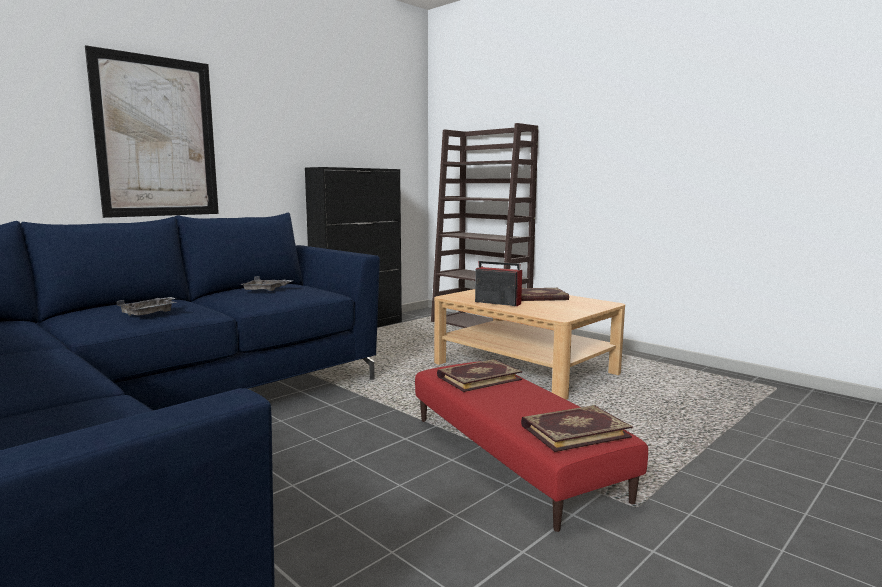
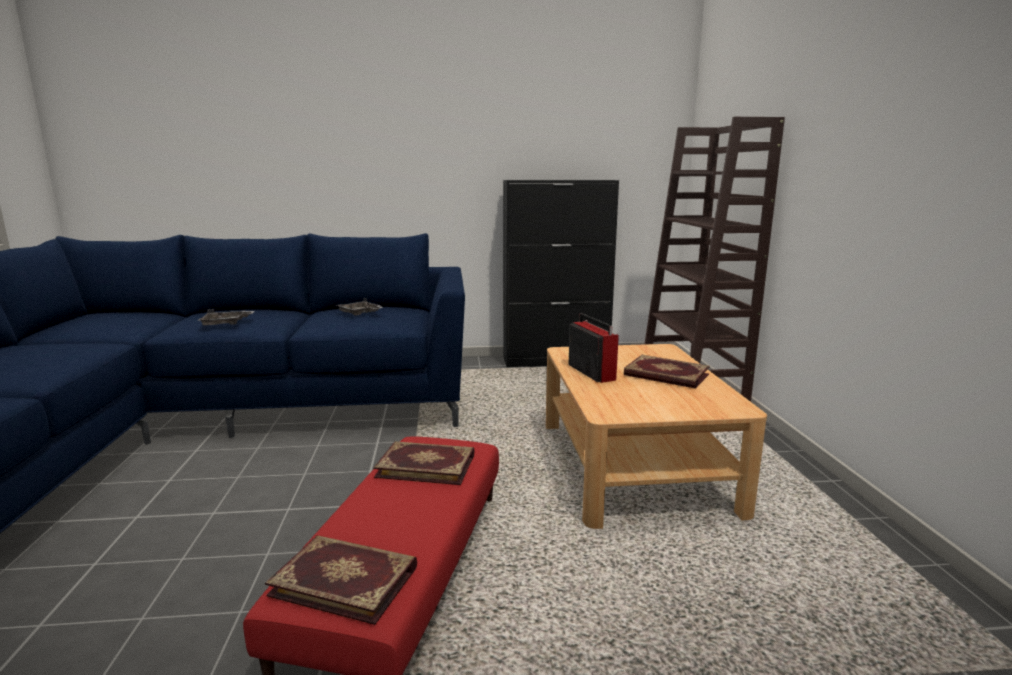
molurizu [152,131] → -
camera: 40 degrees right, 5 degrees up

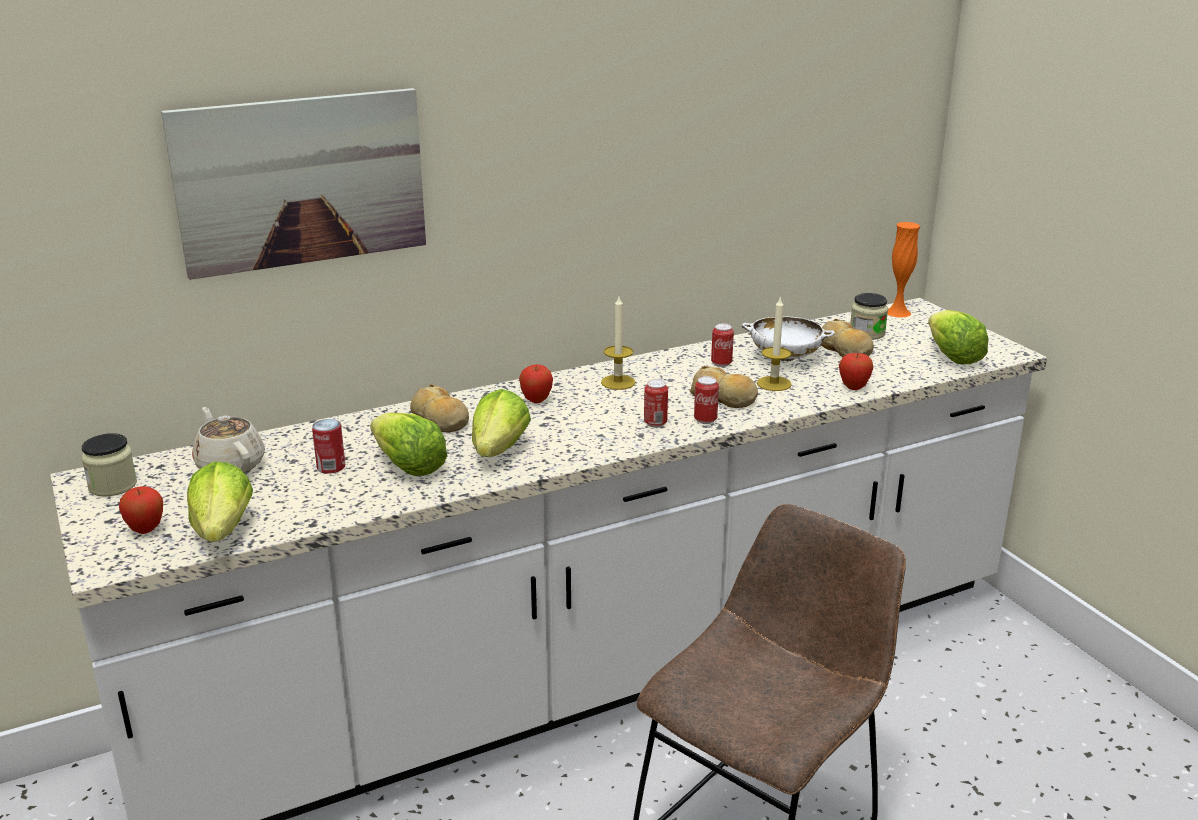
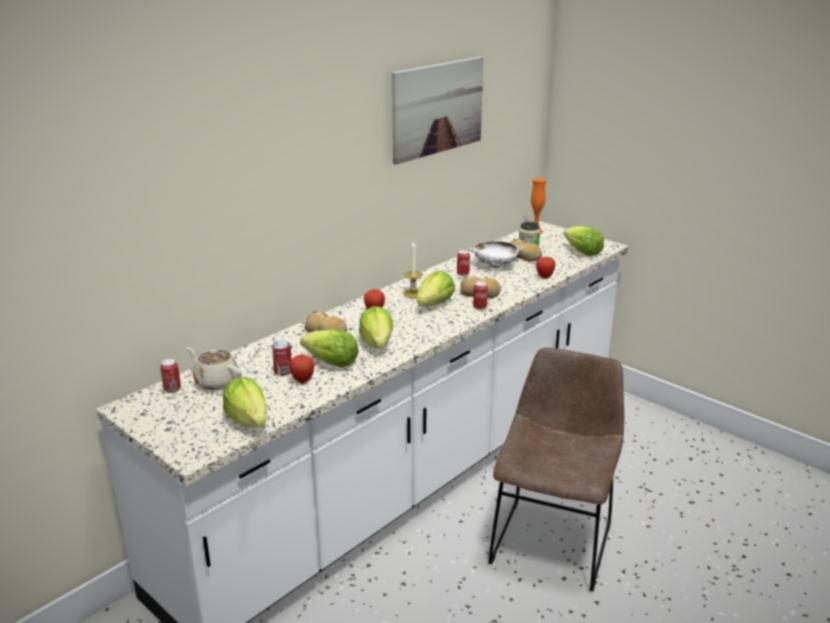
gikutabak [656,403] → gikutabak [170,376], relocated
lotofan [141,510] → lotofan [301,369], relocated
molurizu [293,184] → molurizu [438,111], relocated
- → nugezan [436,289]
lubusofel [109,465] → -
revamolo [774,343] → -
camera: 20 degrees left, 0 degrees up

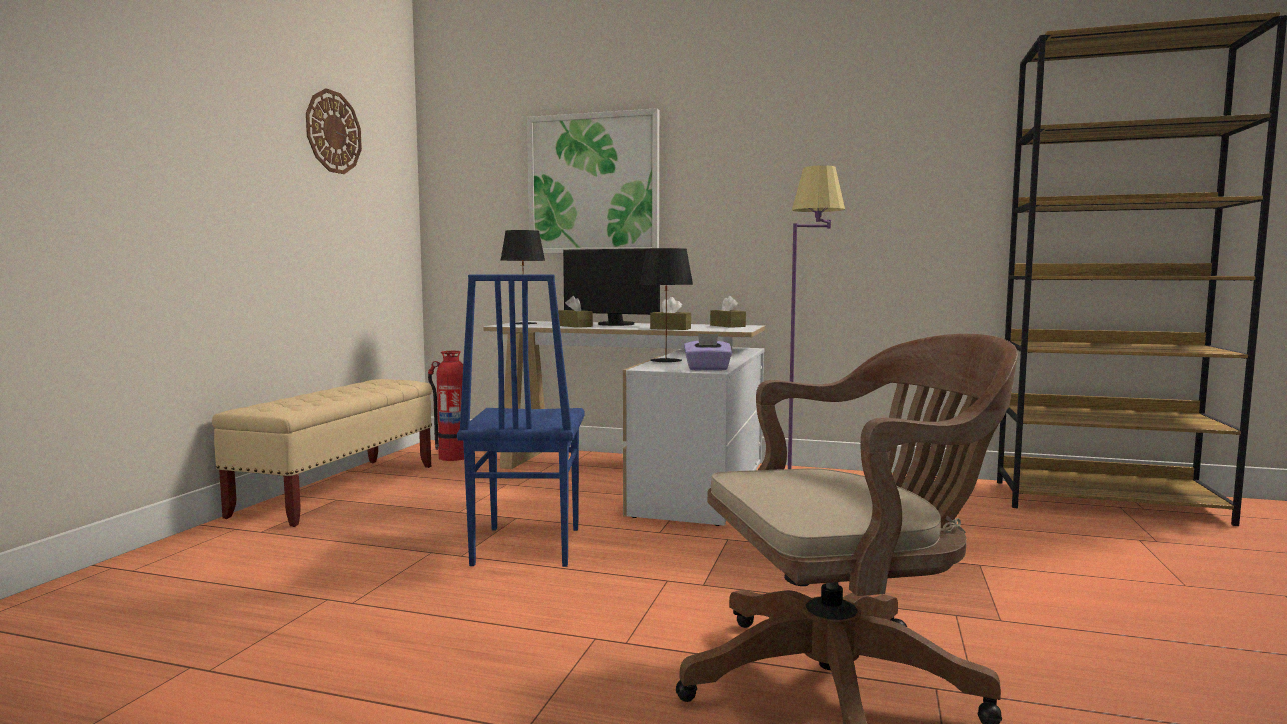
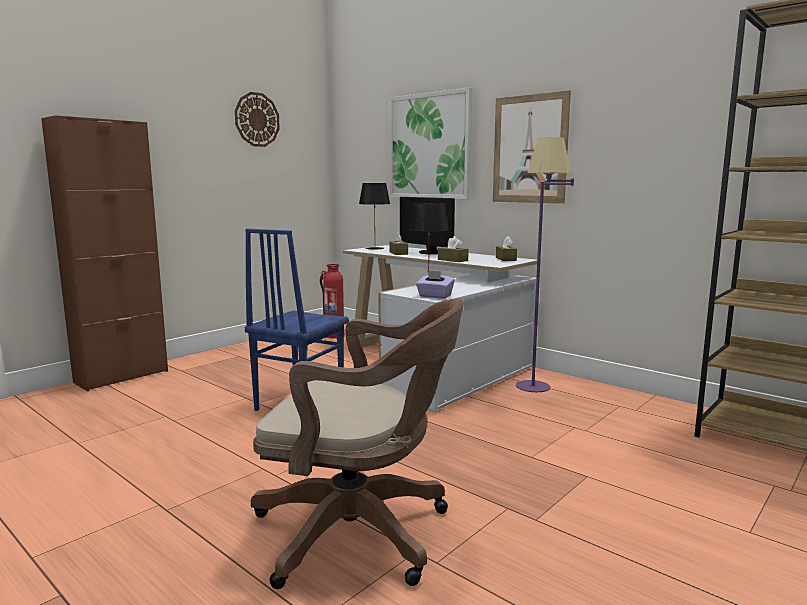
- → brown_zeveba [104,253]
- → molurizu [532,147]
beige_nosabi [322,453] → -
camera: 25 degrees right, 5 degrees up

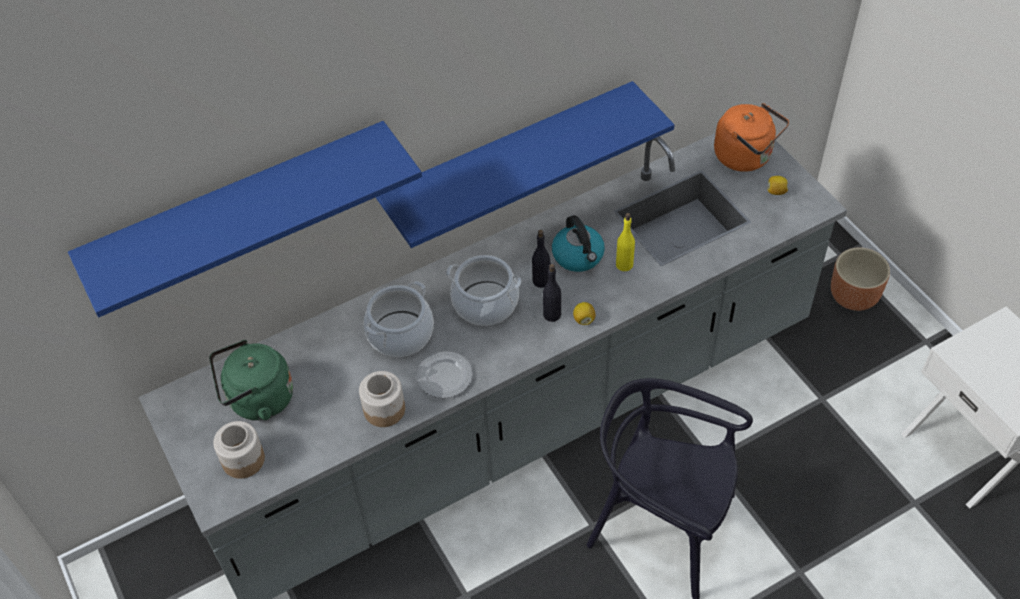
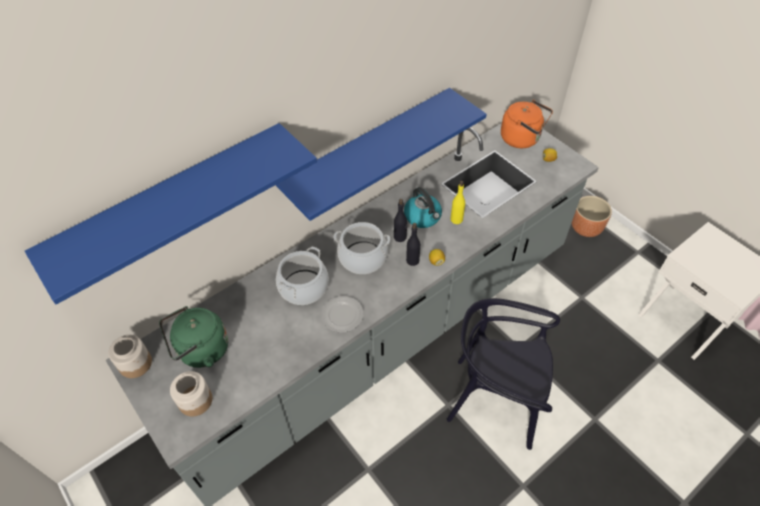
lubusofel [382,399] → lubusofel [130,356], relocated
camera: 10 degrees left, 0 degrees up

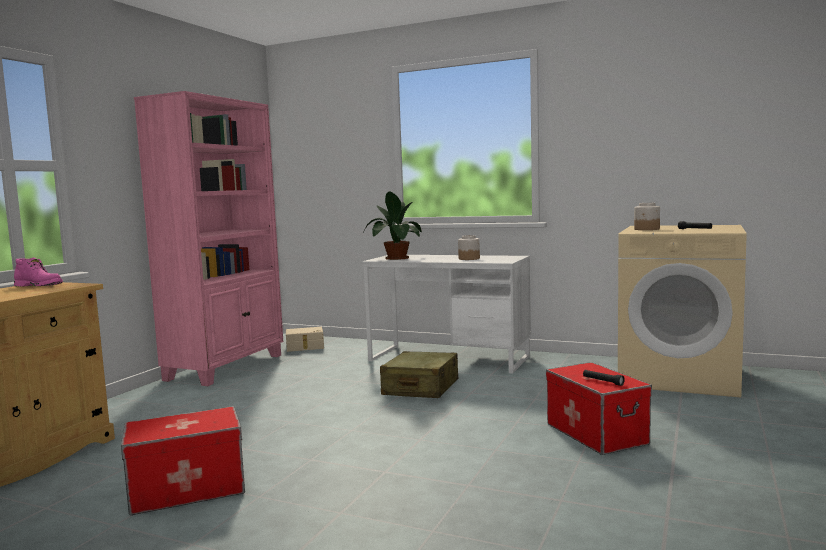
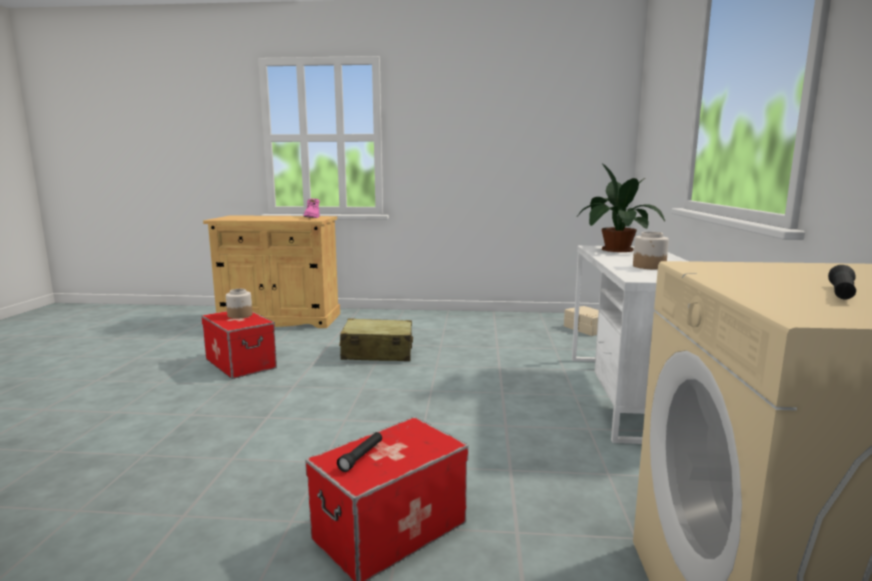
lubusofel [647,216] → lubusofel [239,304], relocated
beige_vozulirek [419,374] → beige_vozulirek [376,339], relocated
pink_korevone [208,238] → -
camera: 70 degrees right, 5 degrees up

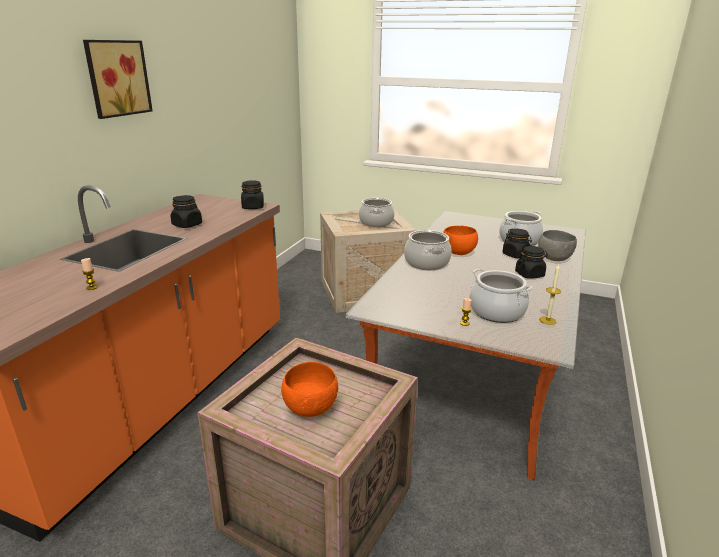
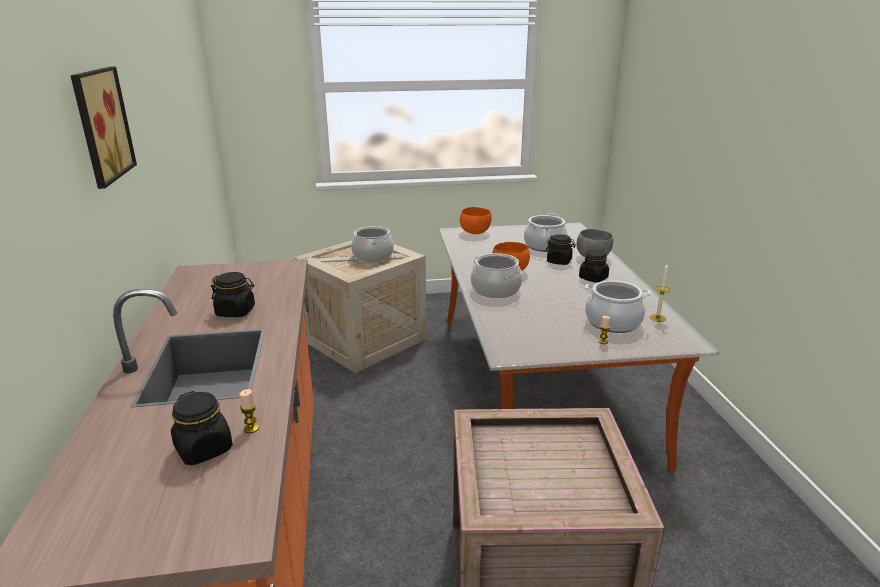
black_lubusofel [252,194] → black_lubusofel [202,428], relocated
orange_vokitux [309,389] → orange_vokitux [476,220], relocated
camera: 30 degrees left, 0 degrees up

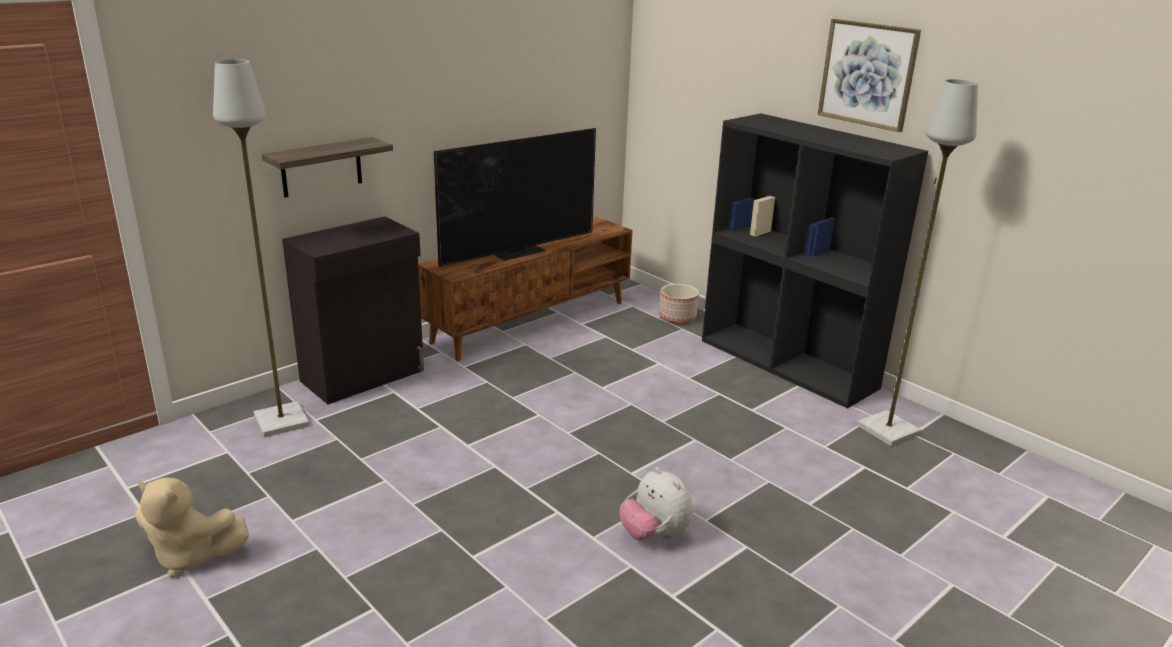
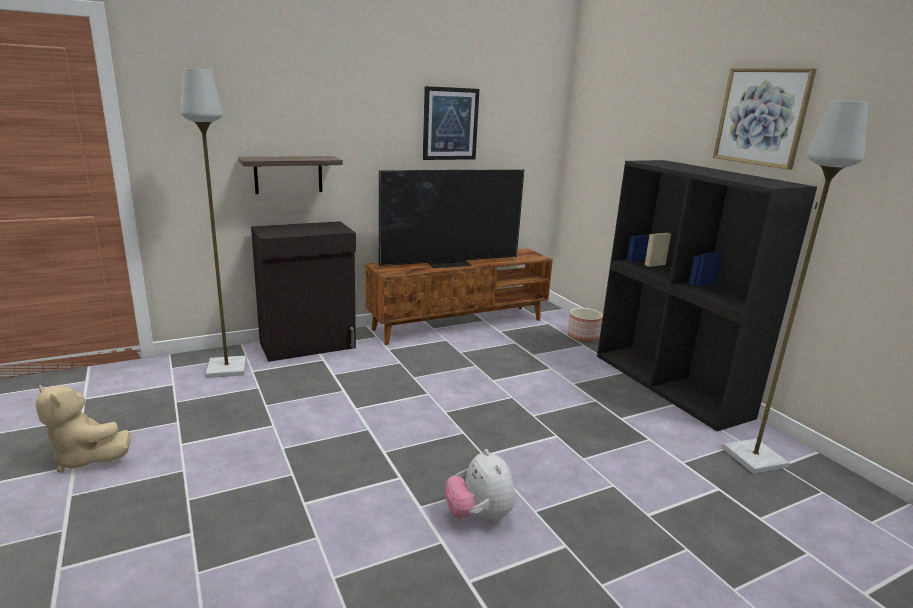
- → molurizu [451,123]
camera: 15 degrees right, 5 degrees down

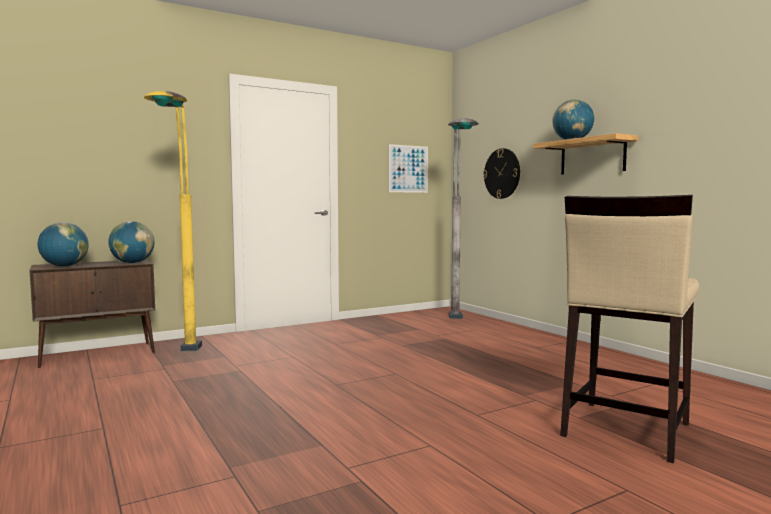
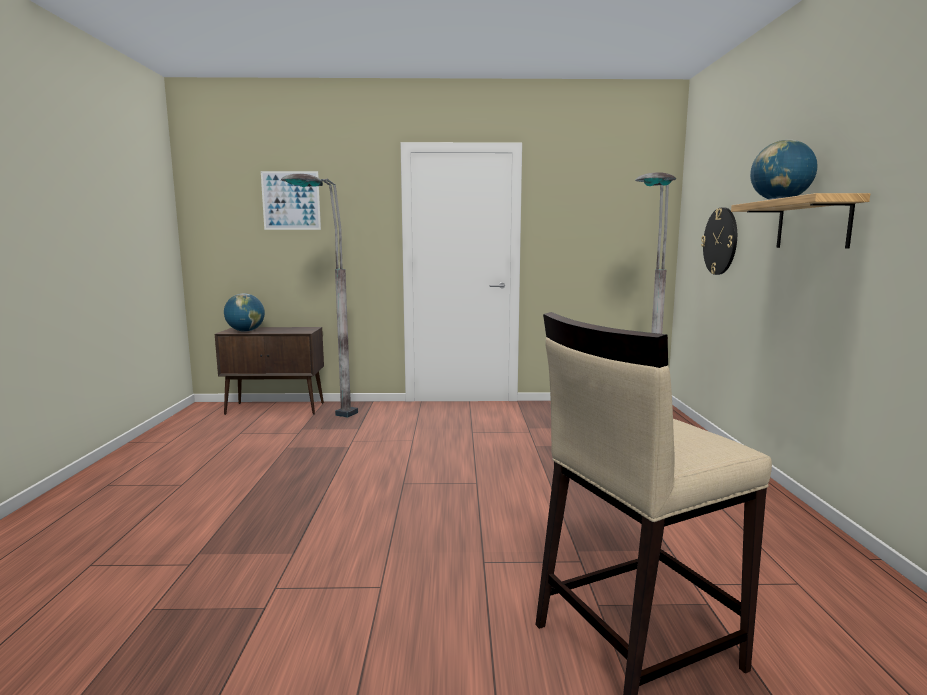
molurizu [408,168] → molurizu [291,200], relocated
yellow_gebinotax [173,221] → grey_gebinotax [319,295]
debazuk [131,242] → -
camera: 30 degrees right, 5 degrees up

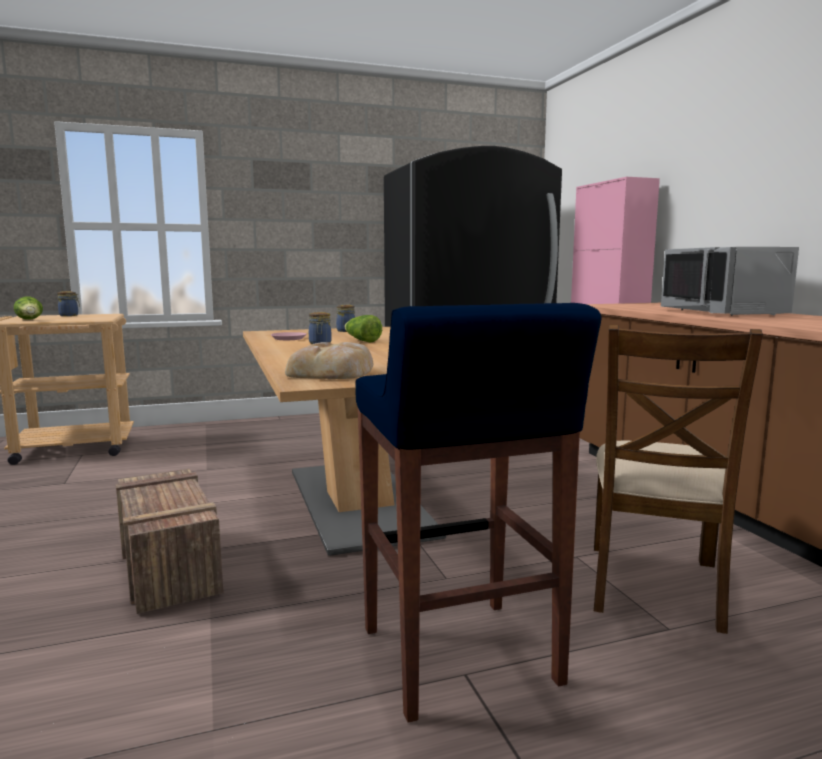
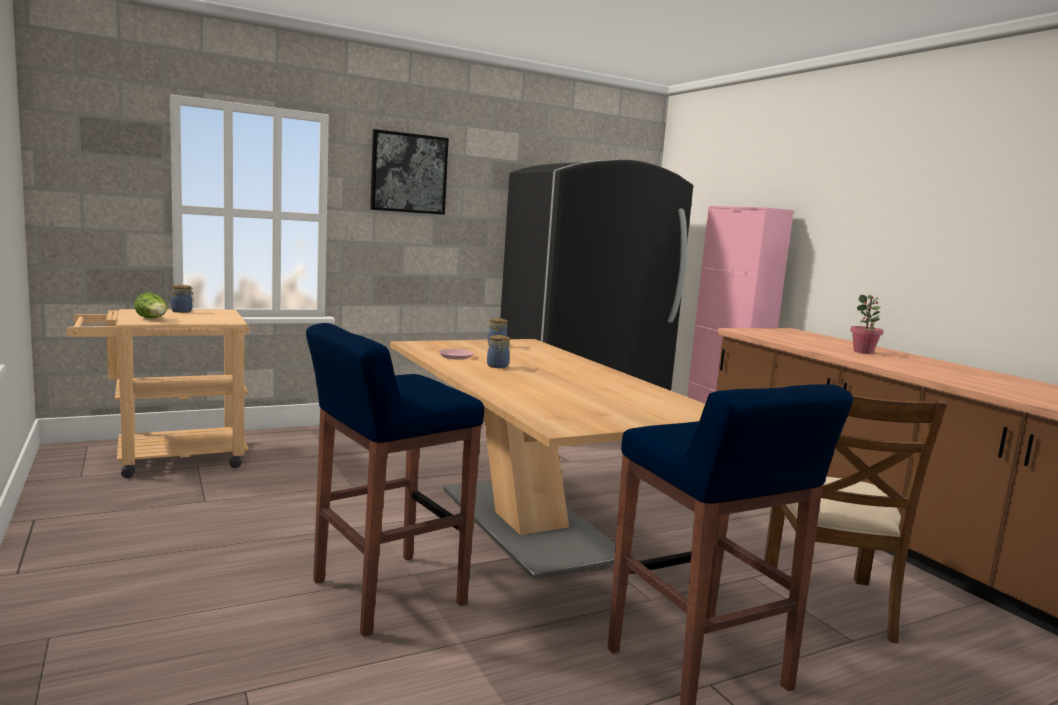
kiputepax [169,541] → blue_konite [395,480]
- → molurizu [409,172]
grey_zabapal [730,281] → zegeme [867,324]
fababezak [329,360] → -
nugezan [363,328] → -
camera: 10 degrees left, 0 degrees up

